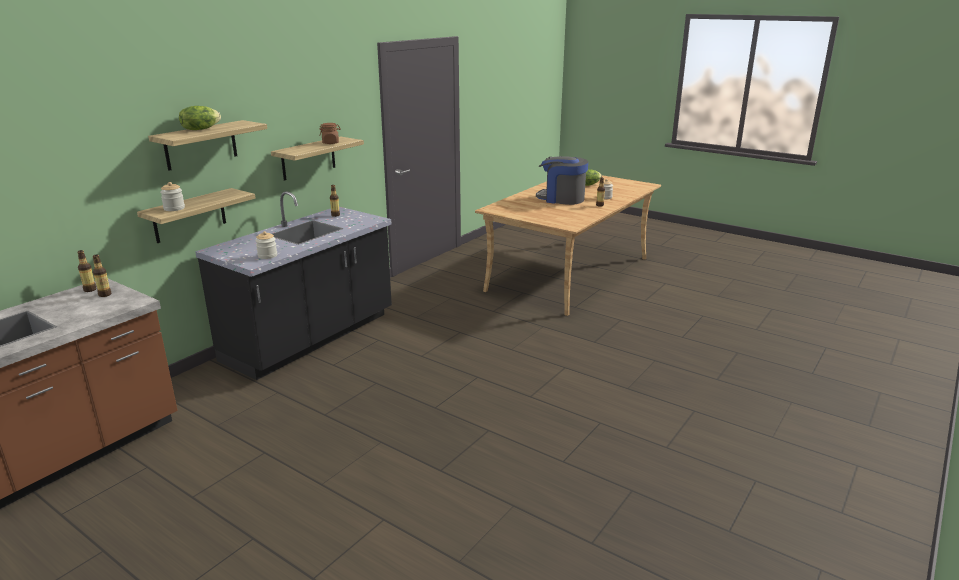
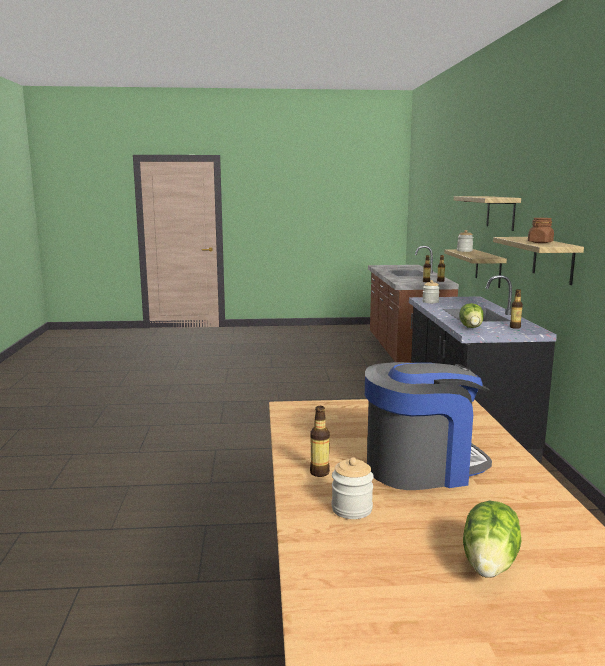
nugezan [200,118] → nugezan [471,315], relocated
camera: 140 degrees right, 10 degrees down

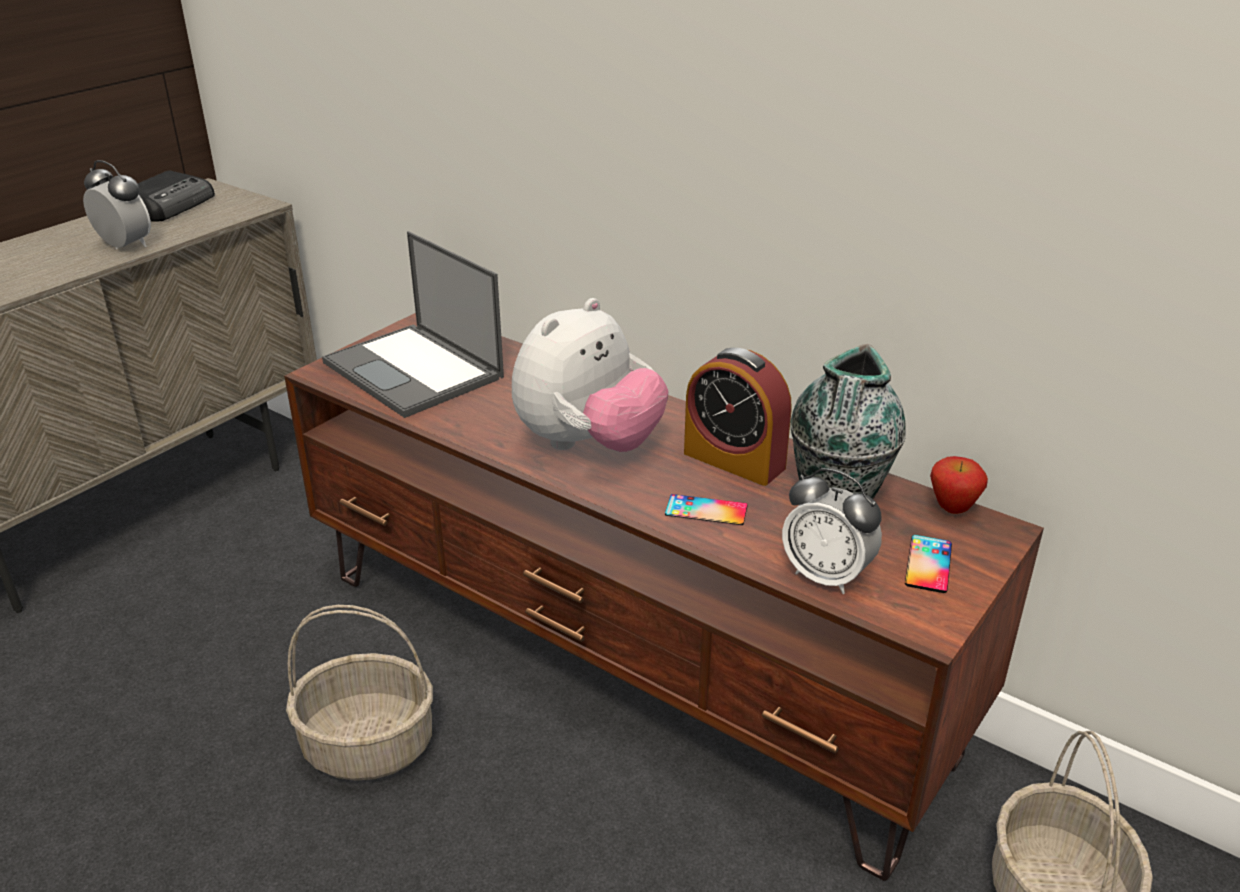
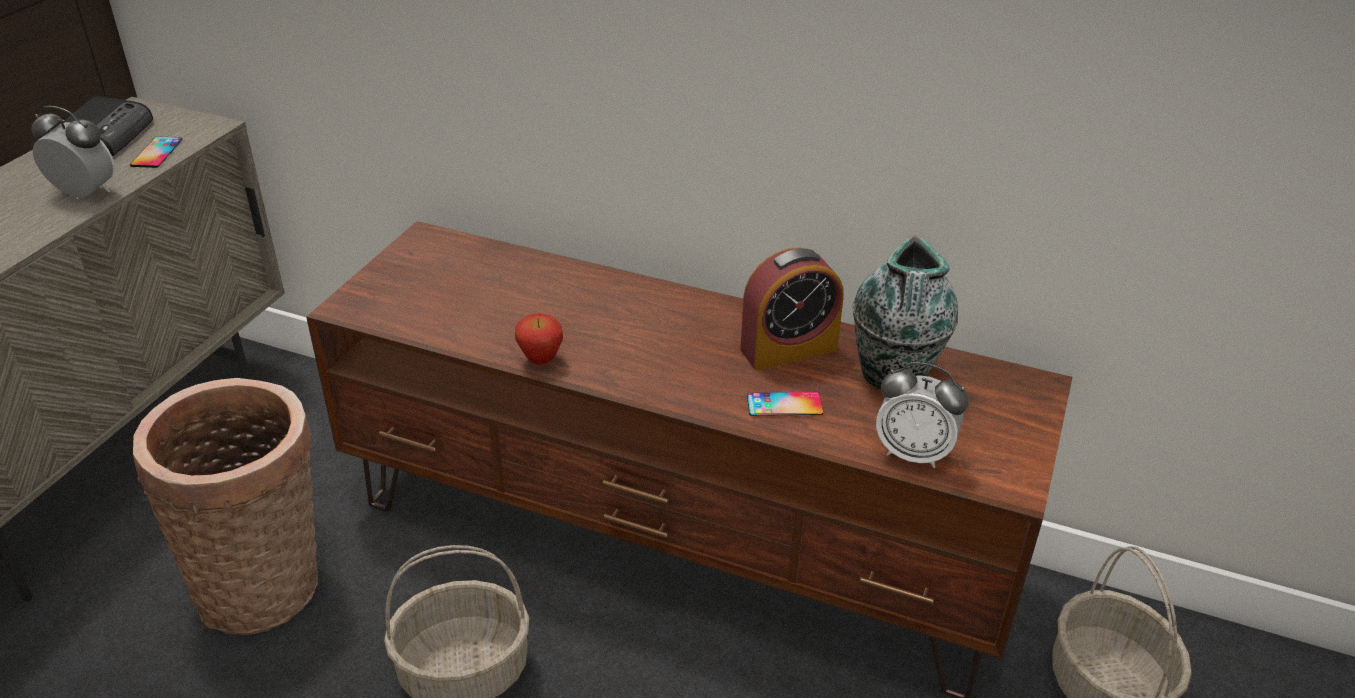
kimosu [928,564] → kimosu [156,152], relocated
- → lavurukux [225,506]
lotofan [959,485] → lotofan [539,339], relocated
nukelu [738,417] → nukelu [792,309], 45 degrees counterclockwise
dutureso [413,324] → -
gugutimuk [590,375] → -
camera: 15 degrees left, 5 degrees up

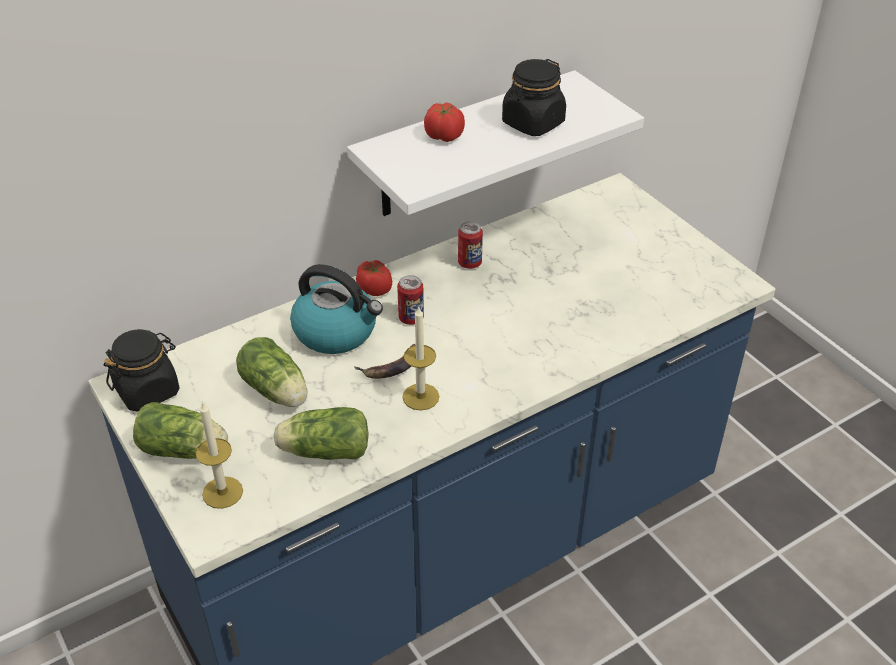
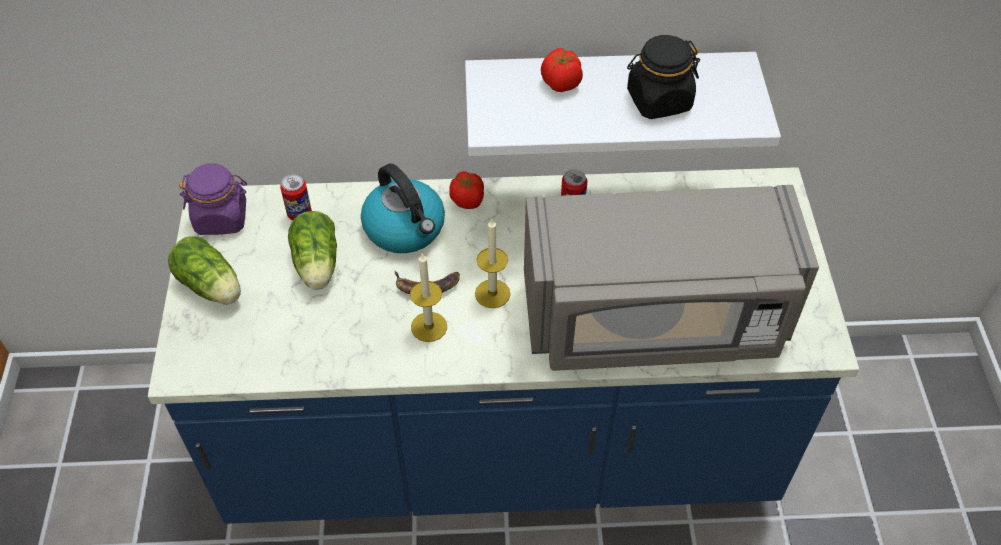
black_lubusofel [142,370] → purple_lubusofel [213,199]
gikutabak [410,300] → gikutabak [296,197], relocated
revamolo [219,455] → revamolo [493,263], relocated
- → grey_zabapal [671,278]
nugezan [321,433] → -
camera: 30 degrees right, 10 degrees up

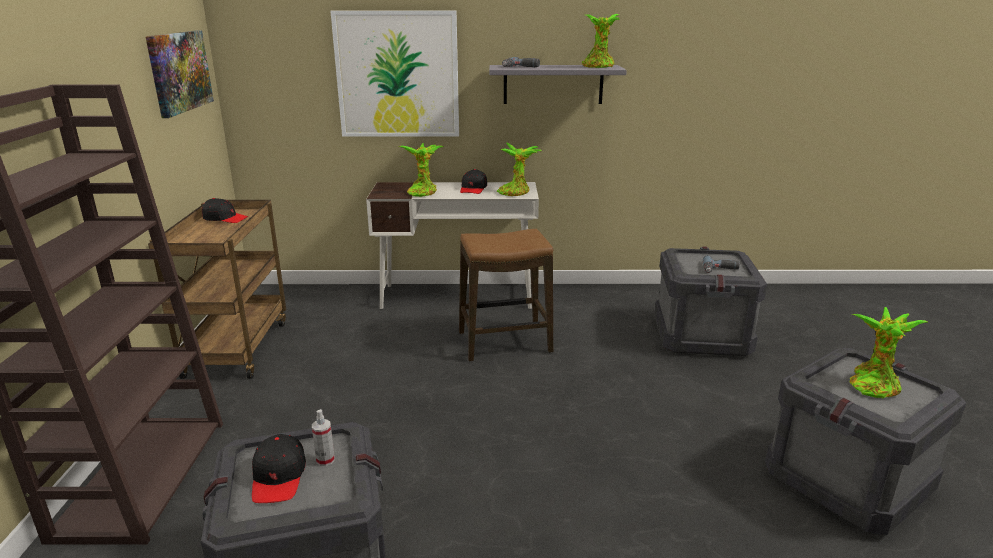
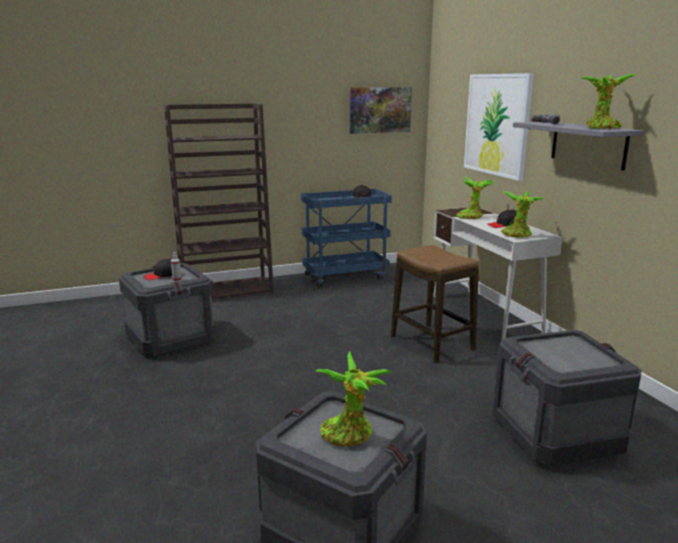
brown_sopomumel [217,289] → blue_sopomumel [346,238]
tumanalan [721,264] → -
camera: 70 degrees right, 5 degrees down

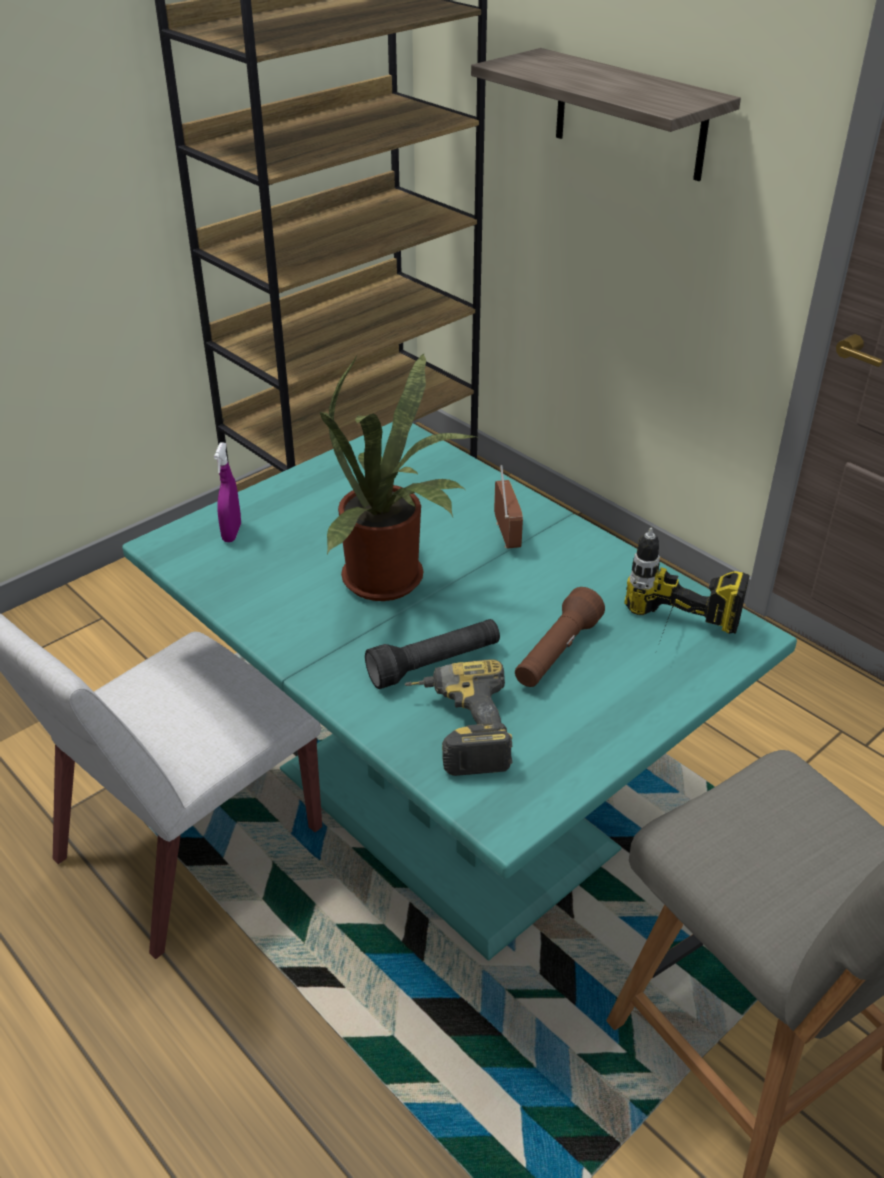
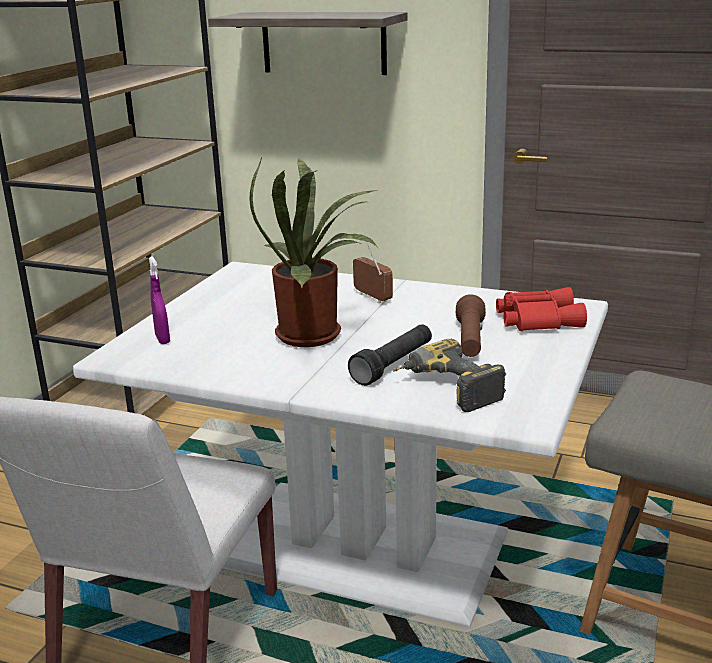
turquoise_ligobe [459,691] → white_ligobe [340,444]
tumanalan [687,585] → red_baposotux [541,309]
camera: 25 degrees left, 15 degrees down

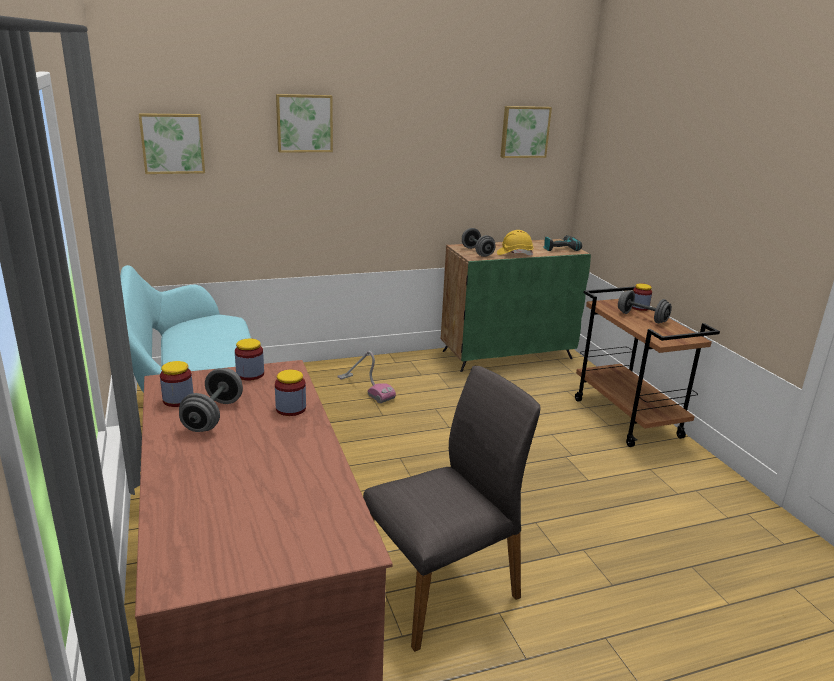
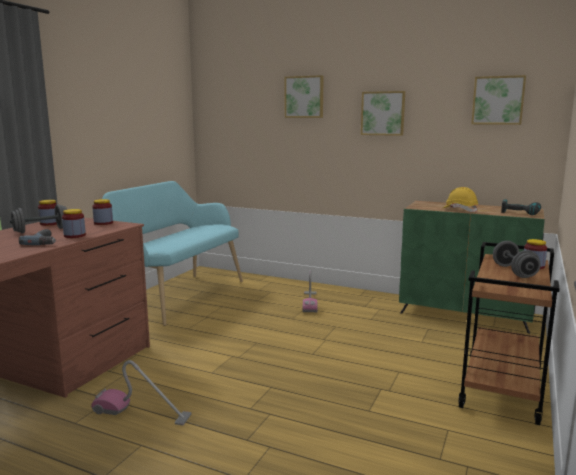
- → tumanalan [37,237]
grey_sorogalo [451,509] → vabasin [141,392]
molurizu [172,143] → molurizu [383,113], relocated
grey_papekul [479,242] → -
camera: 45 degrees right, 10 degrees down

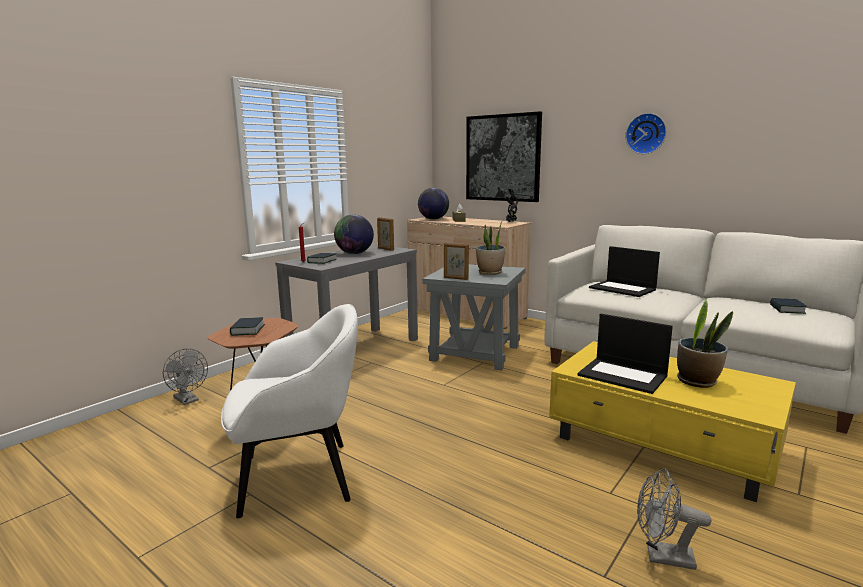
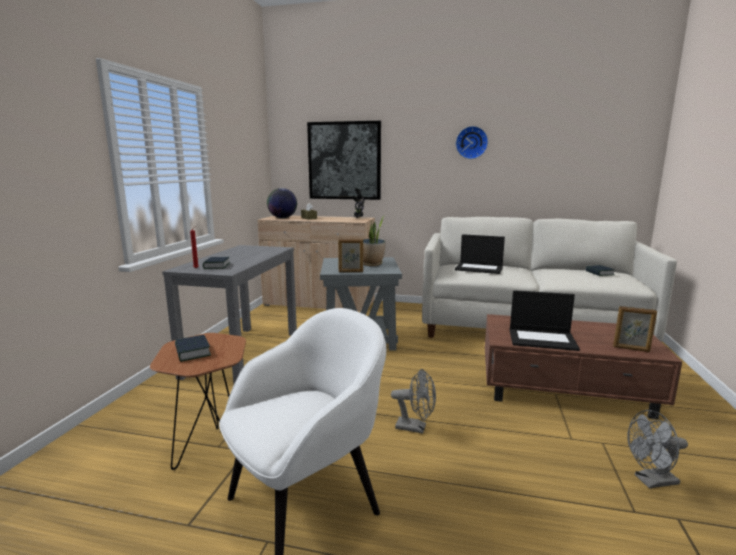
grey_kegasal [185,376] → grey_kegasal [413,401], relocated
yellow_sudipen [672,421] → brown_sudipen [583,366]
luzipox [385,234] → luzipox [635,329], relocated
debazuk [354,234] → -
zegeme [705,343] → -
camera: 25 degrees left, 0 degrees up

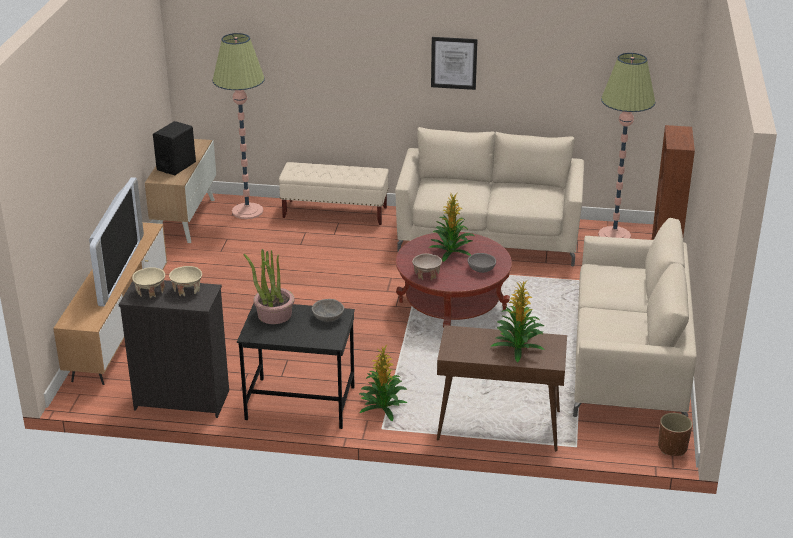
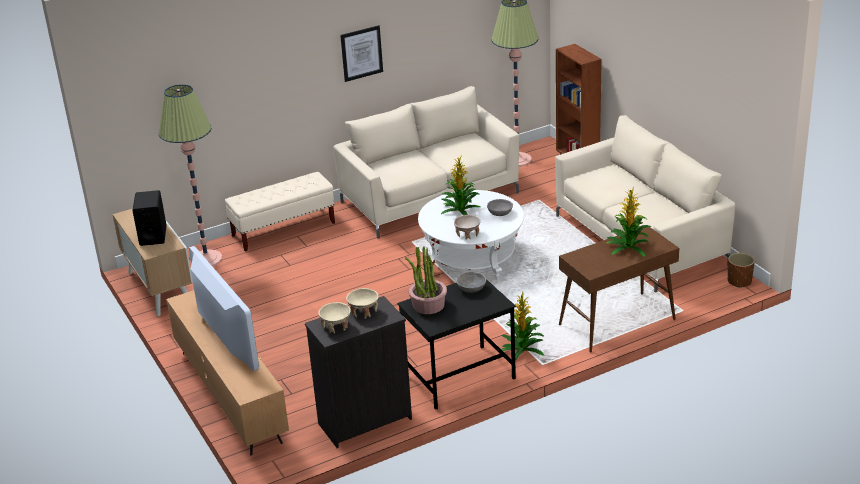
red_sudipen [454,280] → white_sudipen [471,235]
camera: 35 degrees left, 0 degrees up

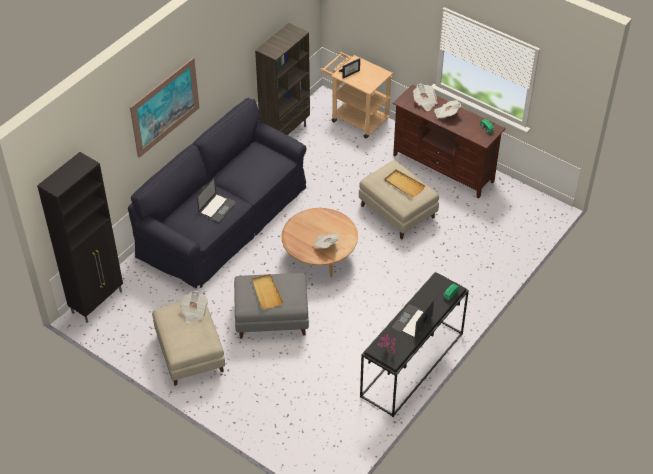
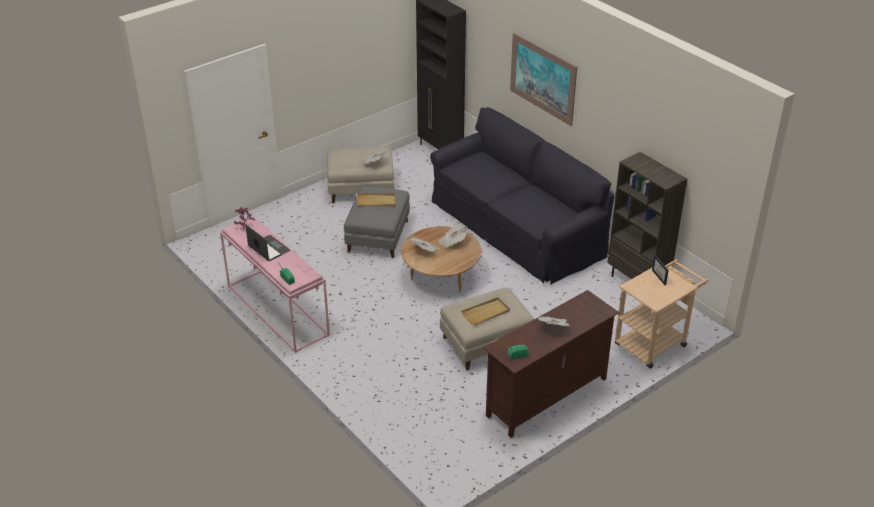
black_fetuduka [414,344] → pink_fetuduka [275,284]
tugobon [425,97] → tugobon [453,236], relocated
dutureso [216,199] → -
camera: 105 degrees right, 10 degrees down

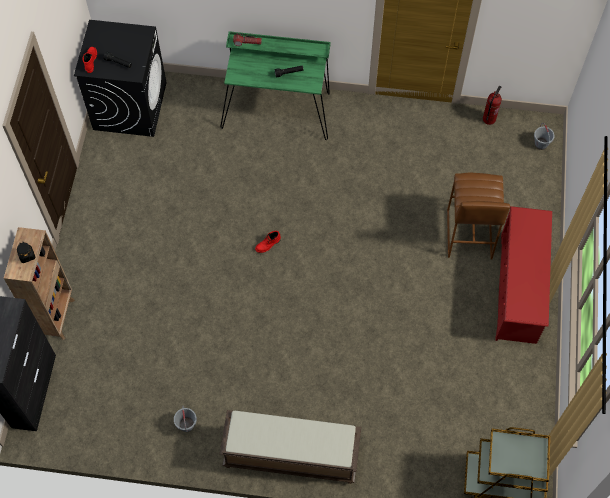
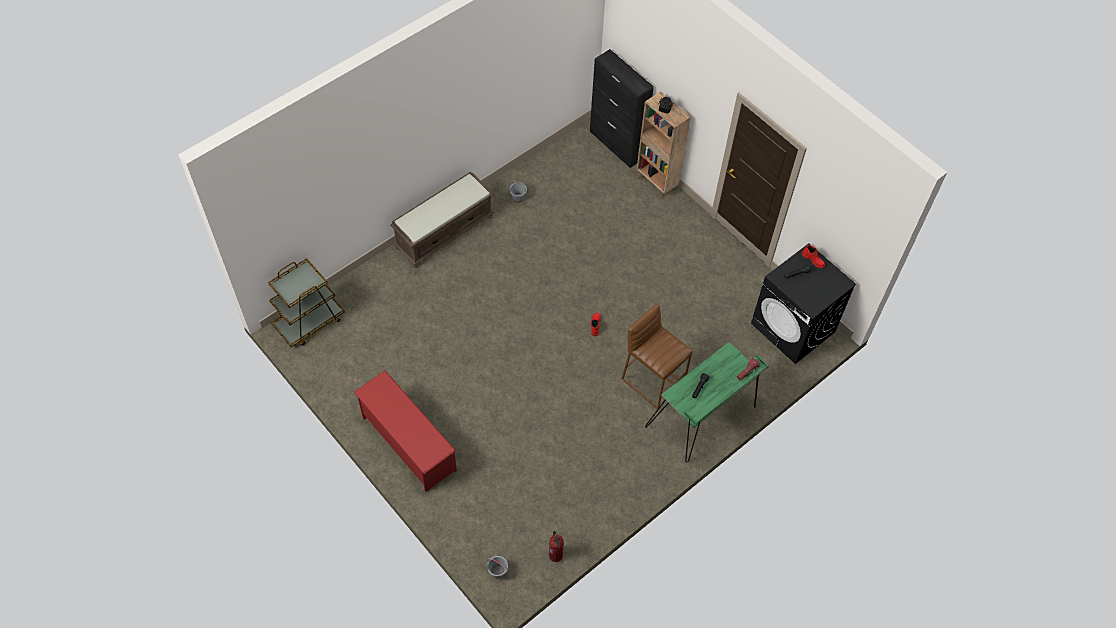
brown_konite [478,216] → brown_konite [657,356], relocated
camera: 130 degrees right, 5 degrees down

